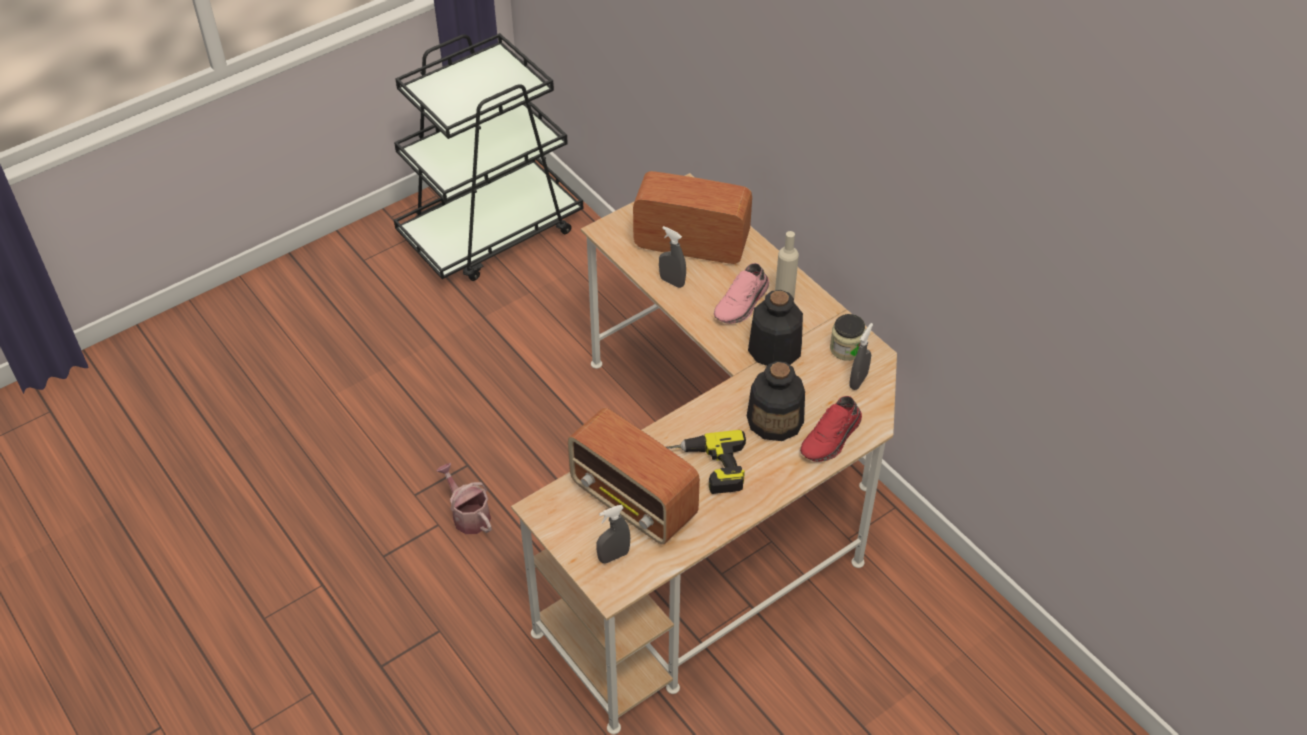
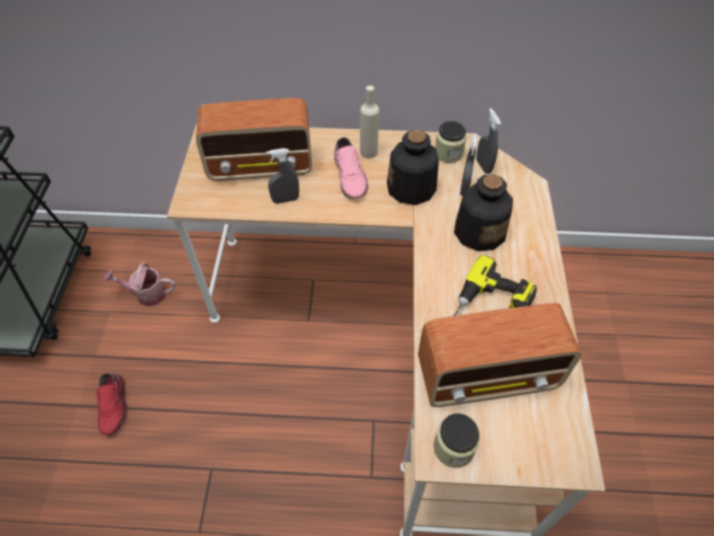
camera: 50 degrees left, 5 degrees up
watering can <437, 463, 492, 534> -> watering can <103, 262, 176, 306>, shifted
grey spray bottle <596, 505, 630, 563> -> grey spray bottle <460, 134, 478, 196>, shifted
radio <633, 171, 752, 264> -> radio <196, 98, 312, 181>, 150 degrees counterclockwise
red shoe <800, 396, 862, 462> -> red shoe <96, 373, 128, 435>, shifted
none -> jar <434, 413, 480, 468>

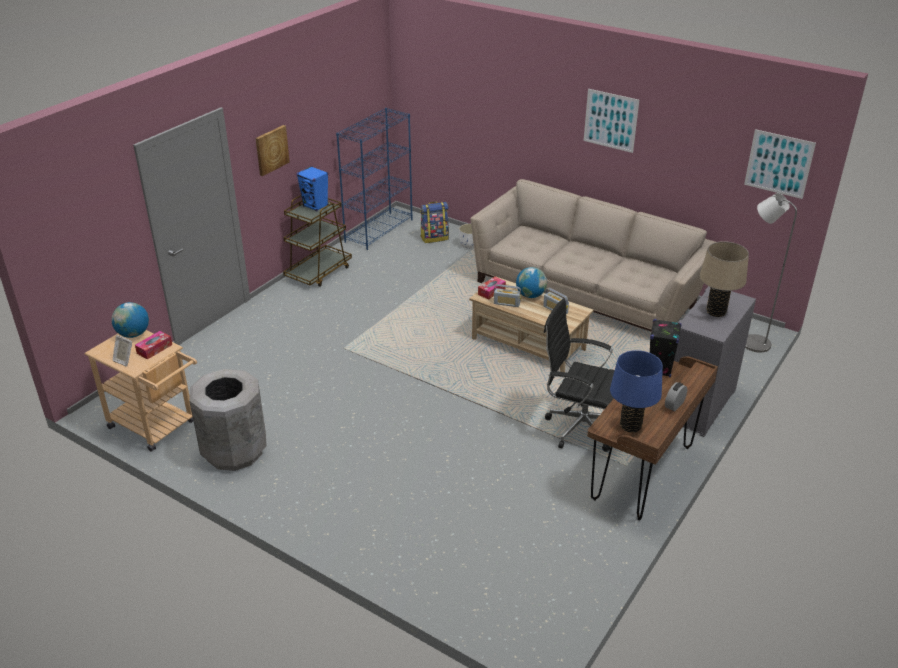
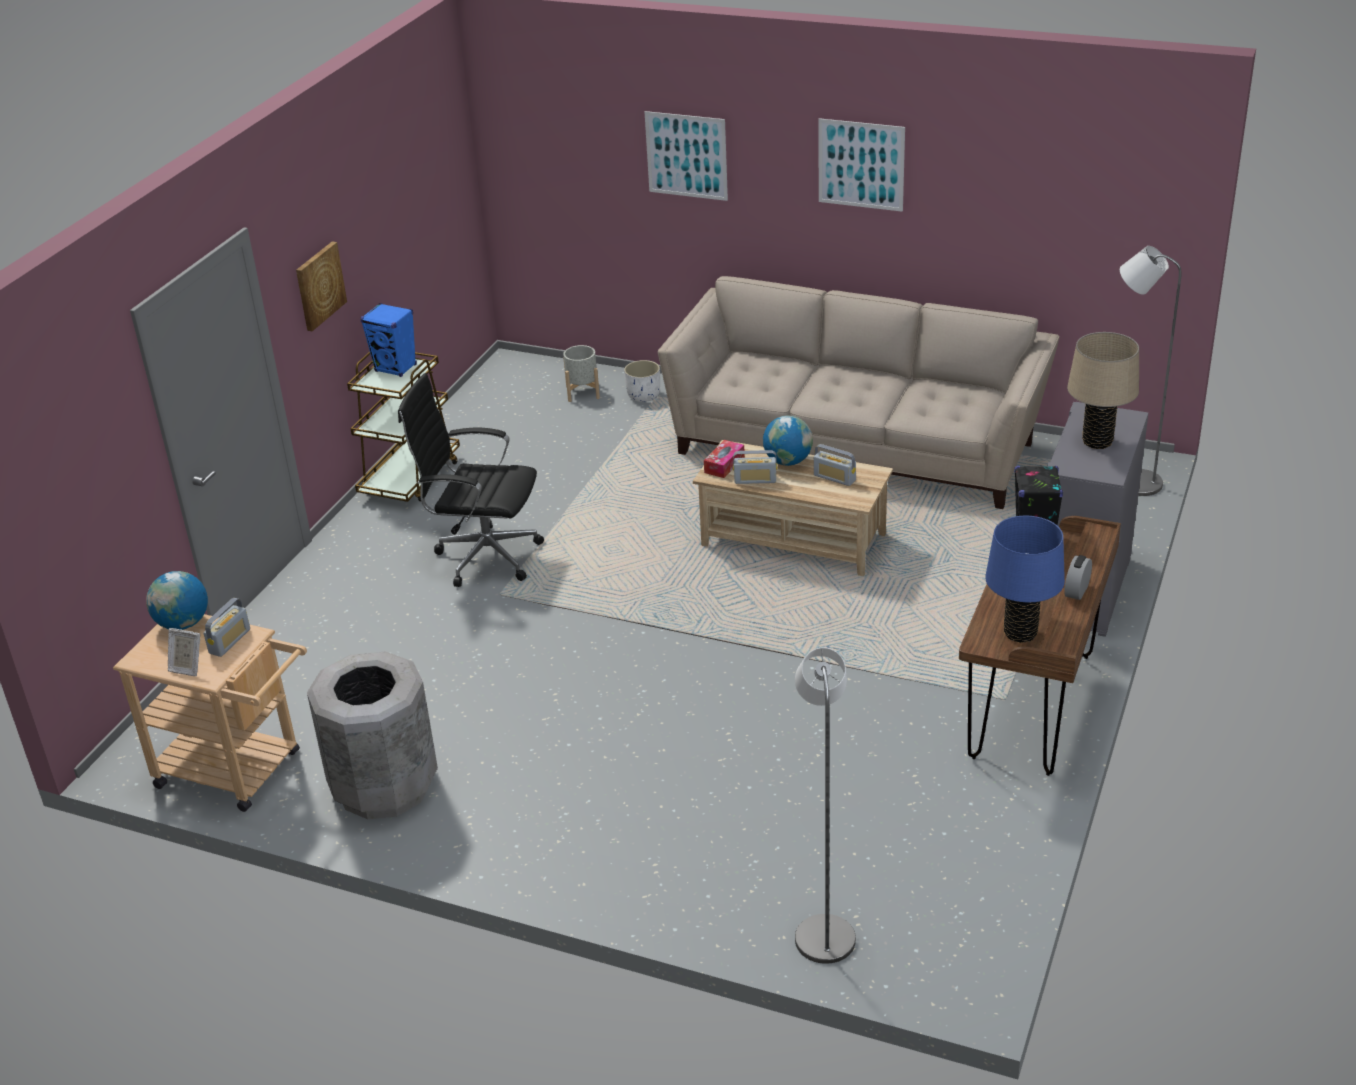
camera: 10 degrees left, 0 degrees up
tissue box <135, 331, 172, 360> -> radio <204, 598, 250, 657>
blue bookcase <336, 108, 413, 250> -> none
backpack <421, 202, 449, 243> -> grey planter <563, 345, 600, 402>
black office chair <544, 298, 615, 452> -> black office chair <398, 373, 544, 587>, shifted
picture <744, 129, 816, 199> -> picture <645, 111, 728, 201>, shifted
none -> grey floor lamp <795, 647, 856, 964>

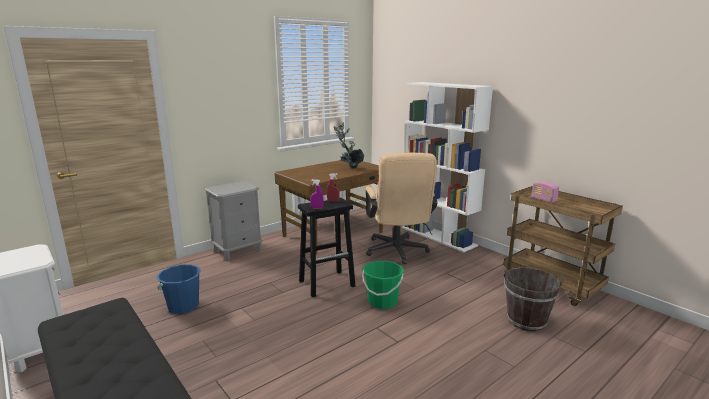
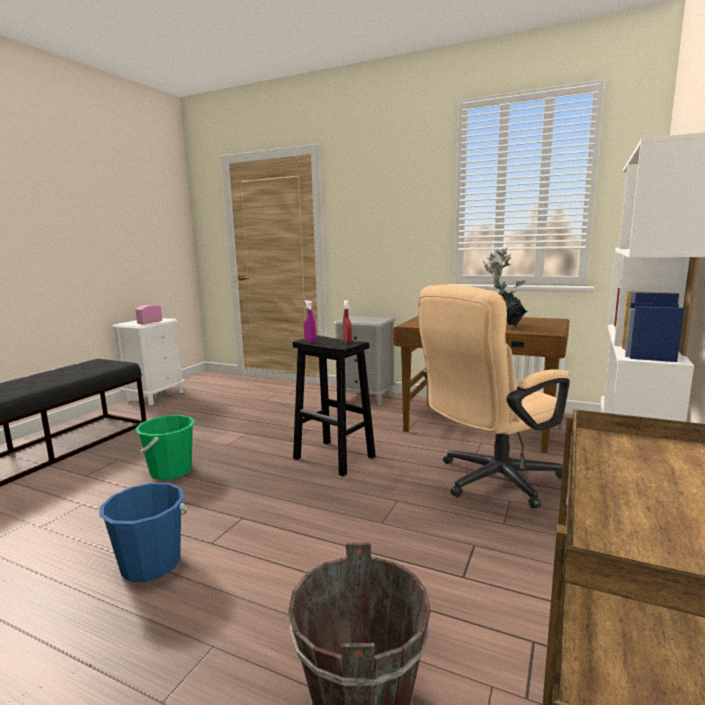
camera: 65 degrees right, 5 degrees down
blue bucket <157, 265, 201, 314> -> blue bucket <99, 483, 188, 582>, shifted
green bucket <362, 261, 404, 309> -> green bucket <135, 415, 195, 480>, shifted
radio <532, 182, 559, 202> -> radio <135, 305, 162, 325>, shifted

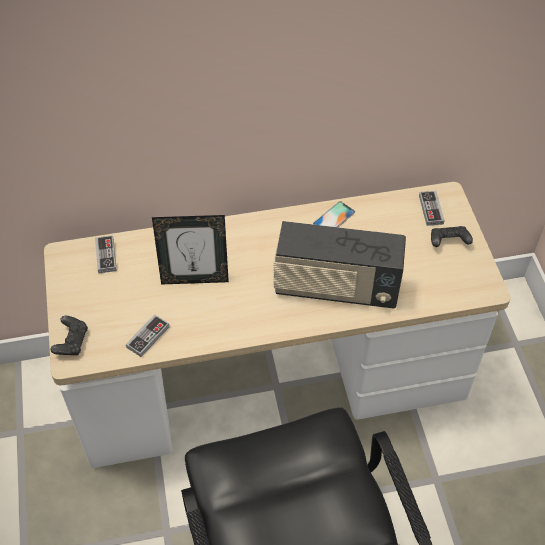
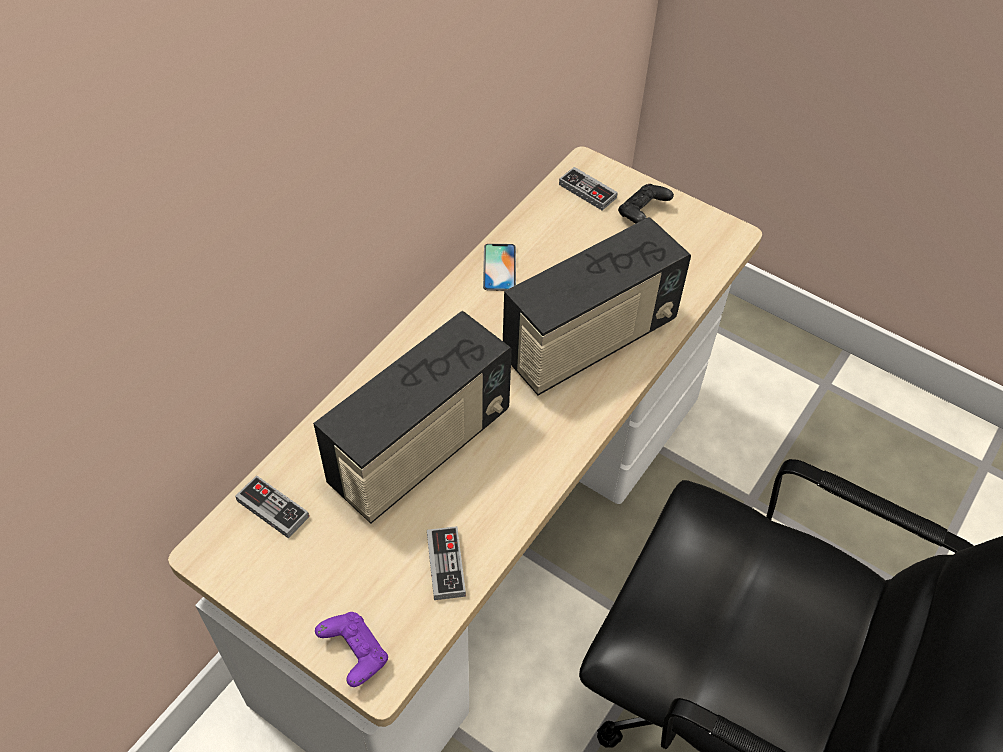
camera: 45 degrees left, 0 degrees up
black game controller <50, 316, 88, 355> -> purple game controller <315, 612, 388, 687>
picture frame <152, 215, 229, 285> -> radio <313, 311, 512, 523>

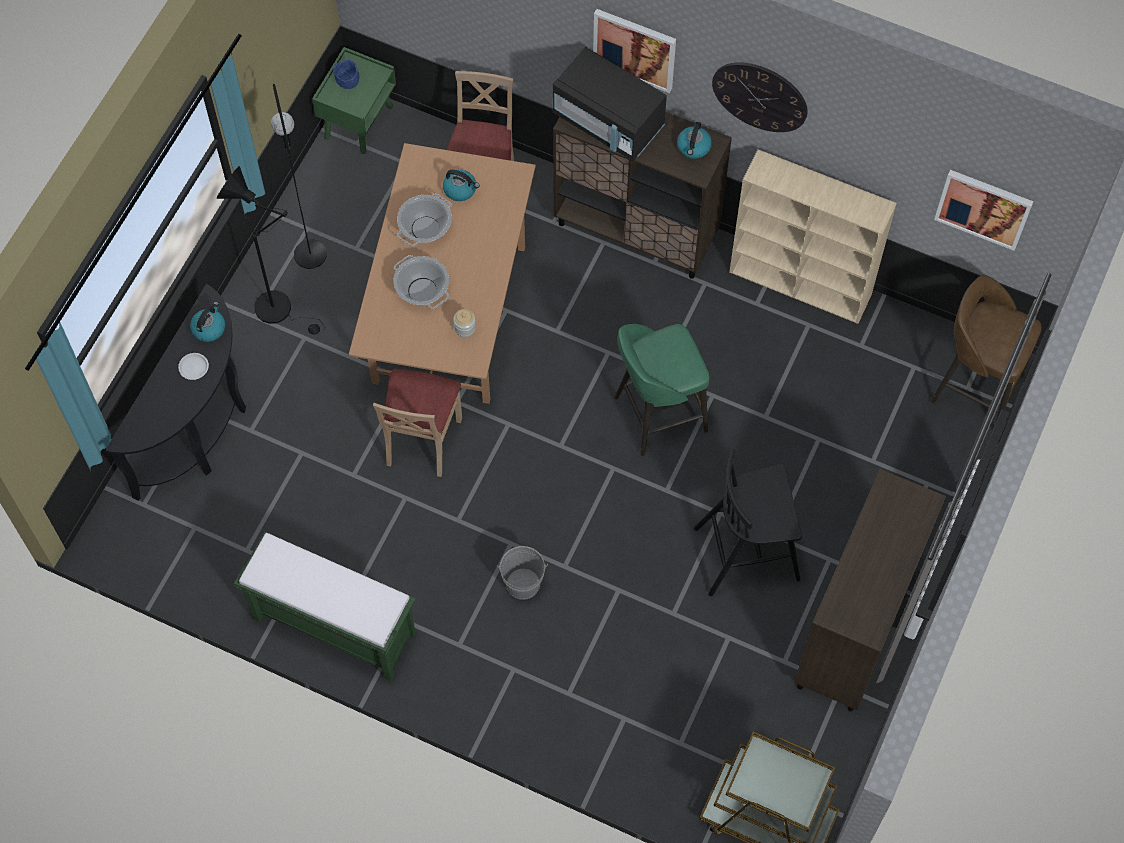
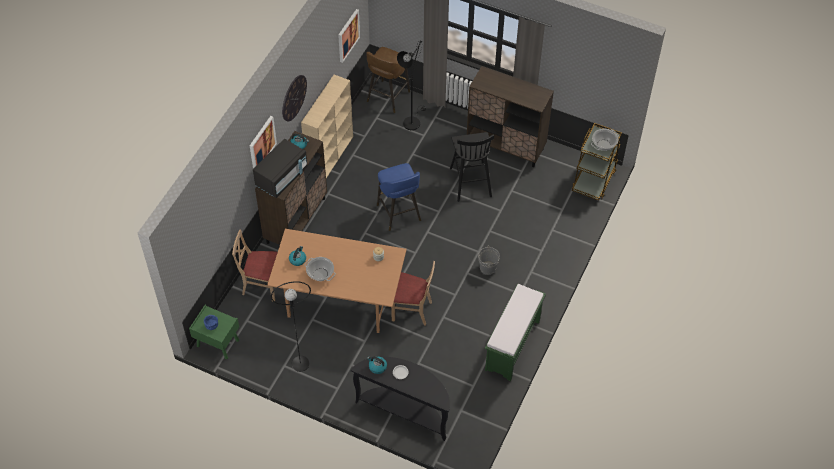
camera: 90 degrees left, 10 degrees down
black floor lamp <217, 166, 324, 334> -> black floor lamp <397, 40, 426, 130>, shifted
cooking pot <393, 255, 449, 309> -> cooking pot <591, 129, 619, 151>, shifted
green stool <614, 324, 709, 456> -> blue stool <377, 163, 421, 231>

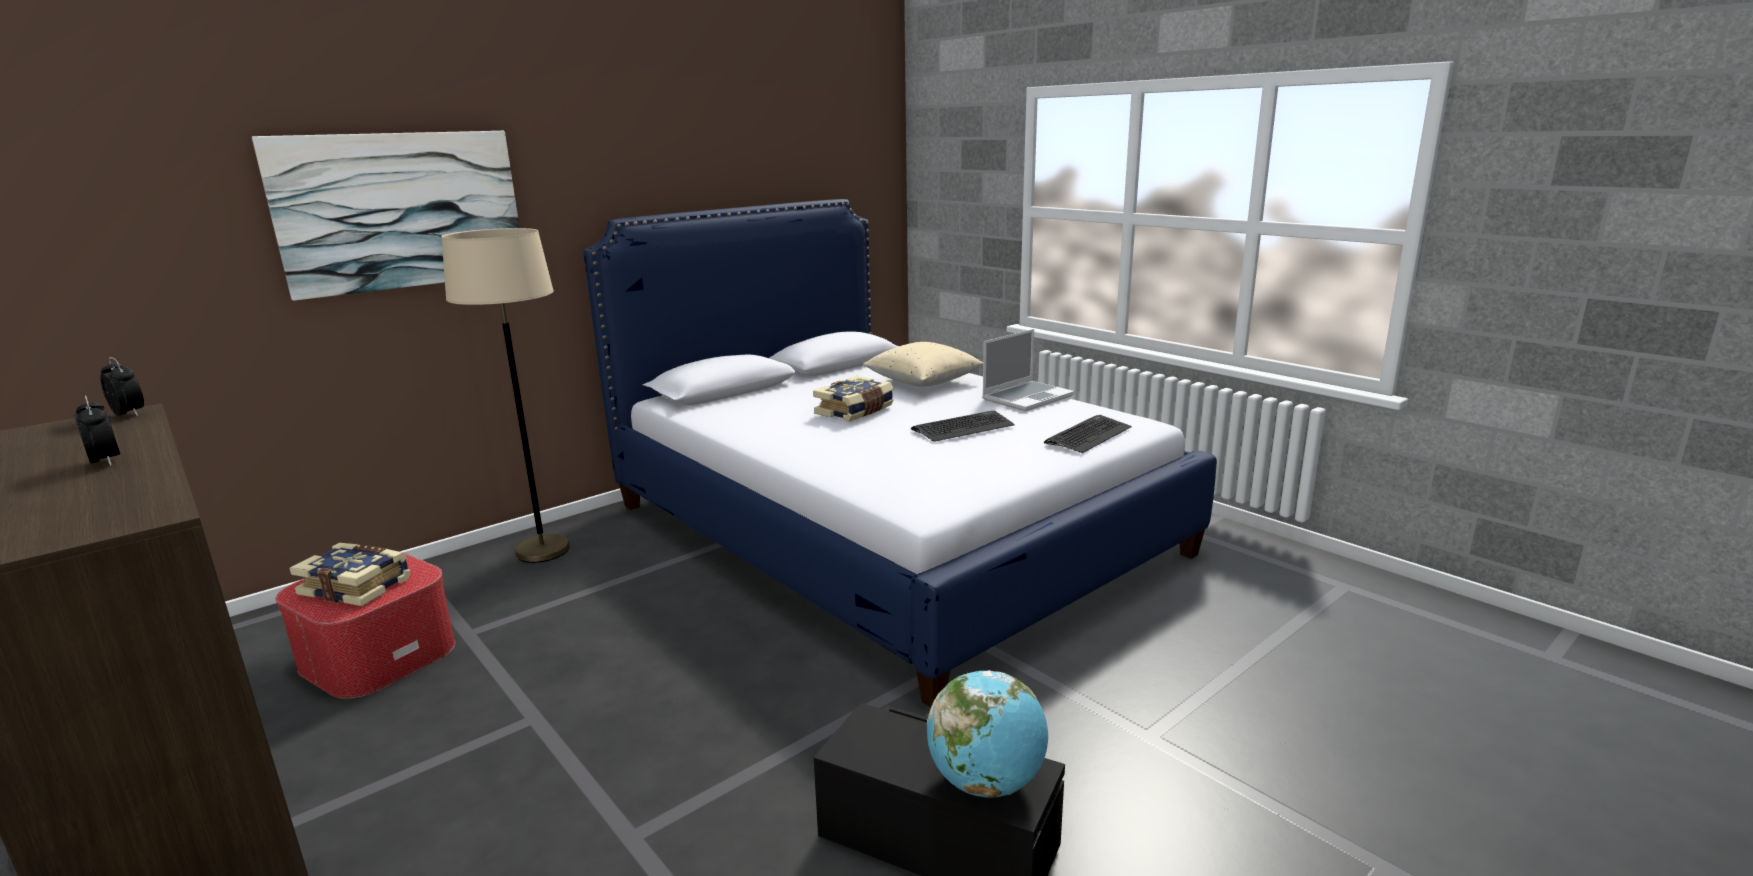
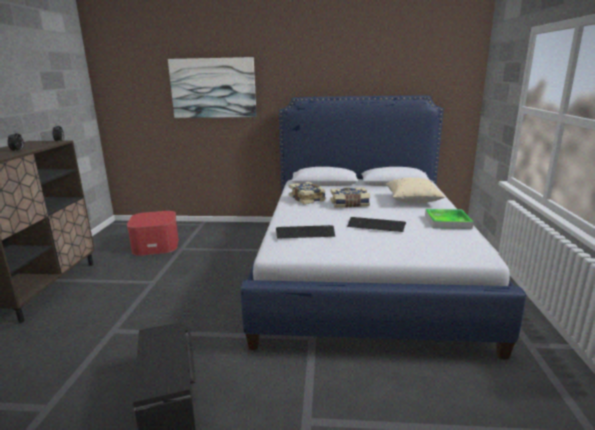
camera: 45 degrees right, 0 degrees up
book <289, 543, 410, 606> -> book <289, 182, 326, 204>, shifted
beige floor lamp <441, 228, 570, 563> -> none
globe <927, 670, 1048, 798> -> none
laptop <982, 329, 1074, 411> -> tray <425, 209, 473, 229>
keyboard <1044, 415, 1132, 453> -> keyboard <276, 225, 335, 239>, shifted

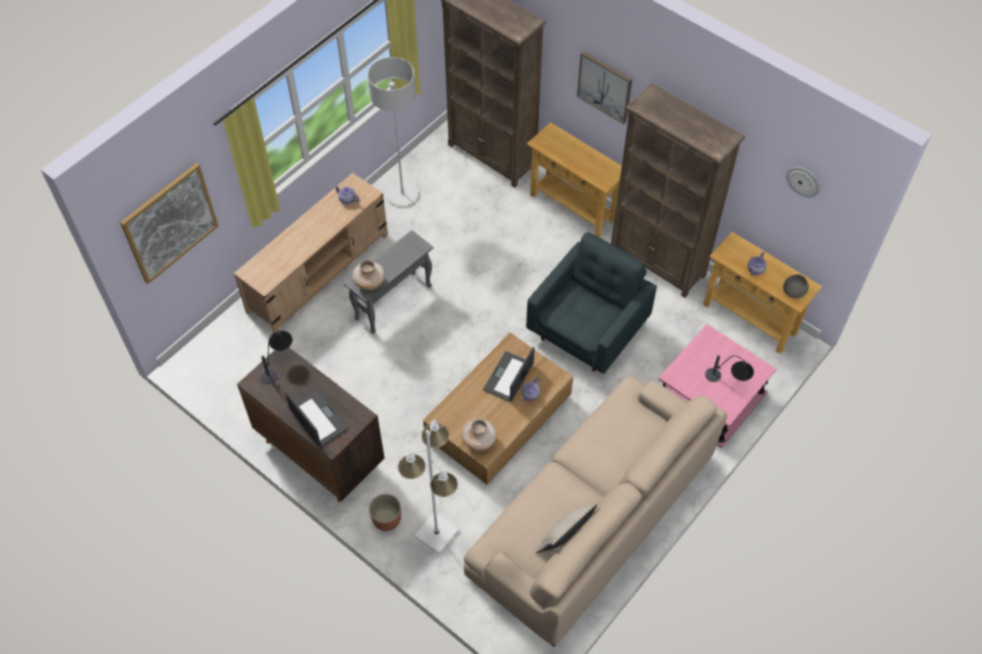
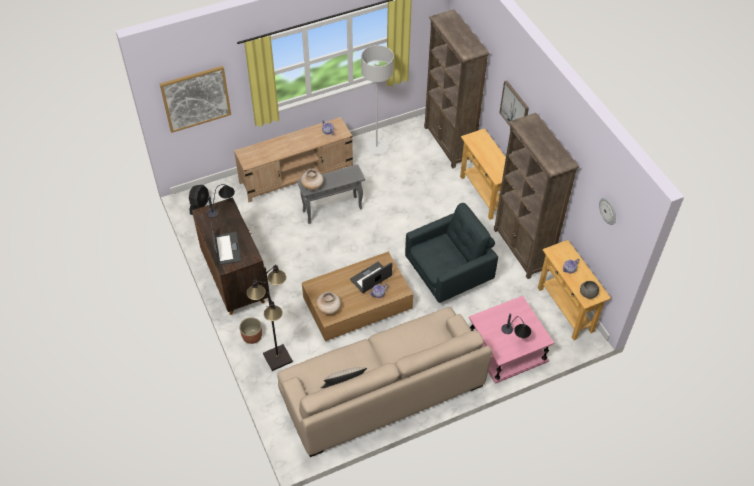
camera: 25 degrees right, 5 degrees down
white floor lamp <398, 420, 459, 555> -> black floor lamp <247, 265, 293, 371>
none -> black fan <189, 185, 209, 215>

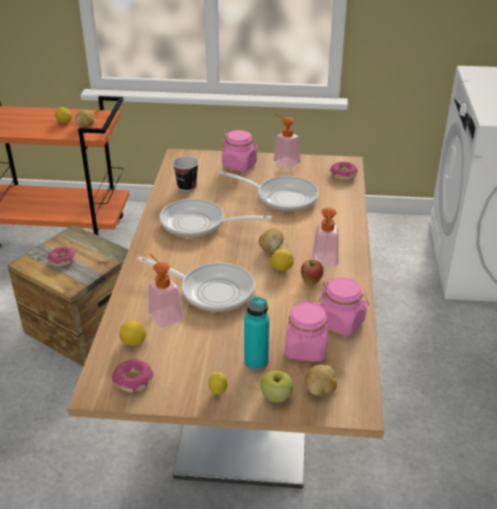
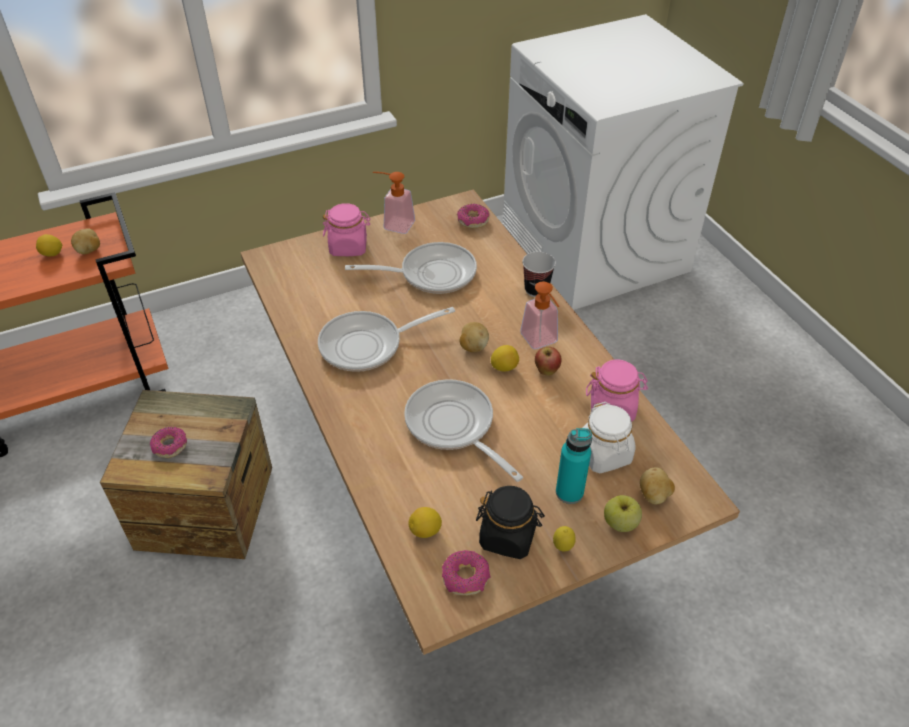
camera: 30 degrees left, 10 degrees up
frying pan <137, 256, 255, 312> -> frying pan <404, 379, 523, 482>, 120 degrees counterclockwise
soap dispenser <148, 253, 183, 328> -> none
cup <173, 156, 199, 192> -> cup <522, 252, 556, 297>, shifted
pink jar <285, 300, 328, 362> -> white jar <582, 402, 636, 473>
none -> black jar <476, 486, 545, 559>

